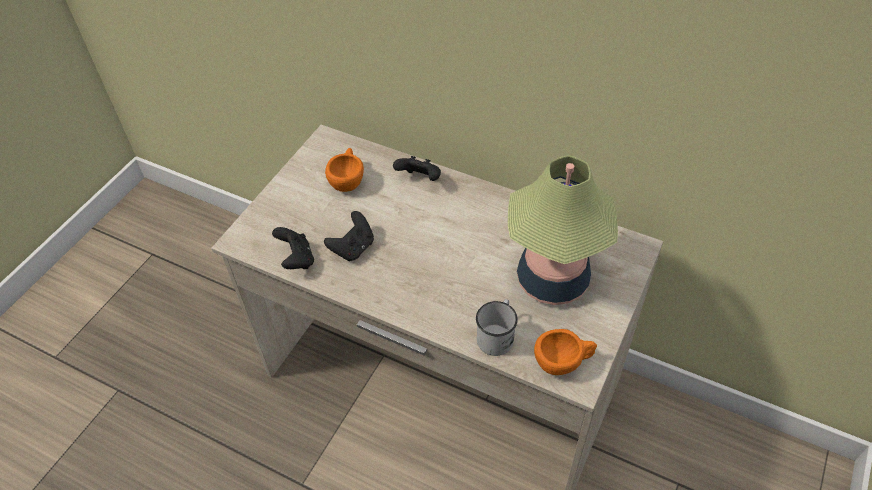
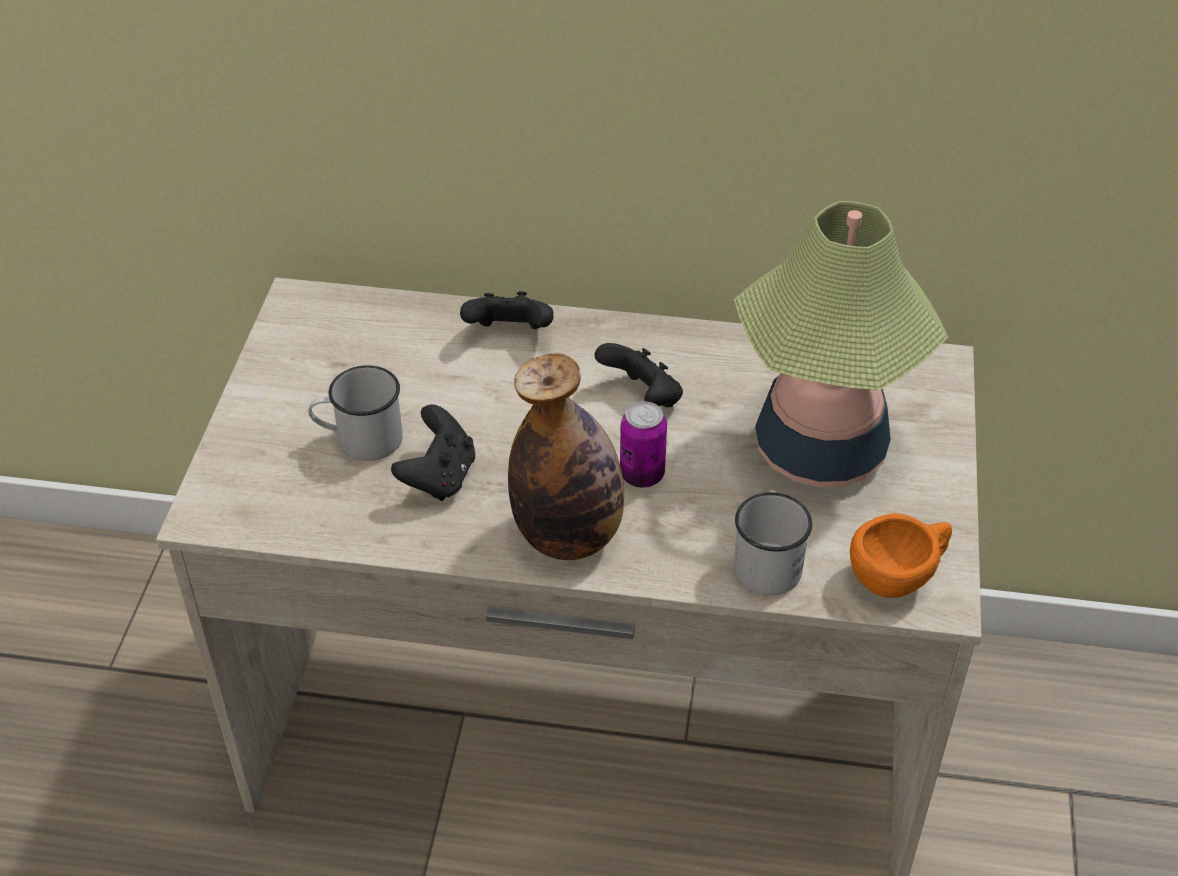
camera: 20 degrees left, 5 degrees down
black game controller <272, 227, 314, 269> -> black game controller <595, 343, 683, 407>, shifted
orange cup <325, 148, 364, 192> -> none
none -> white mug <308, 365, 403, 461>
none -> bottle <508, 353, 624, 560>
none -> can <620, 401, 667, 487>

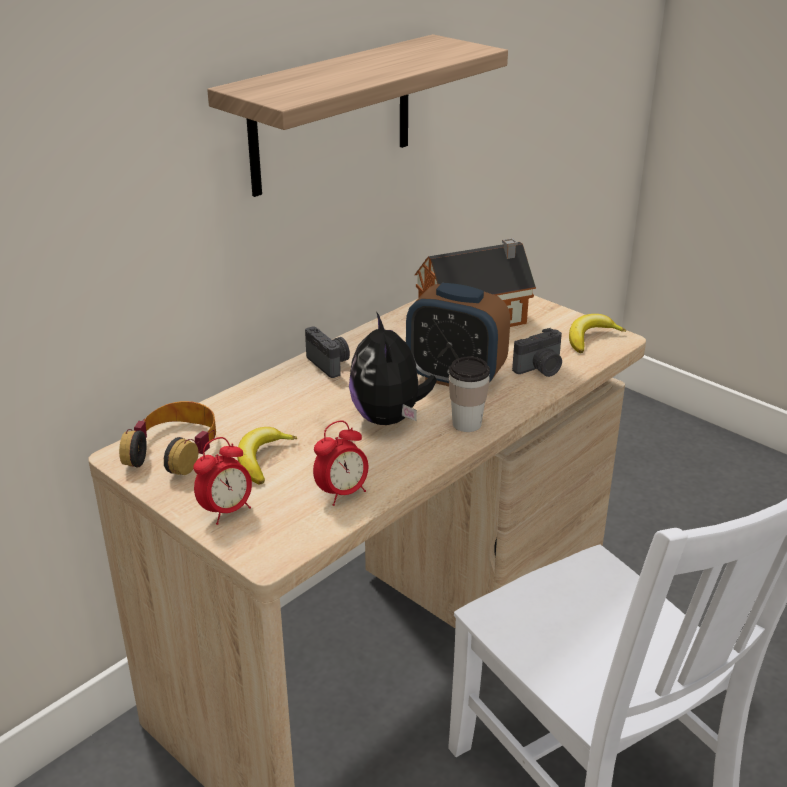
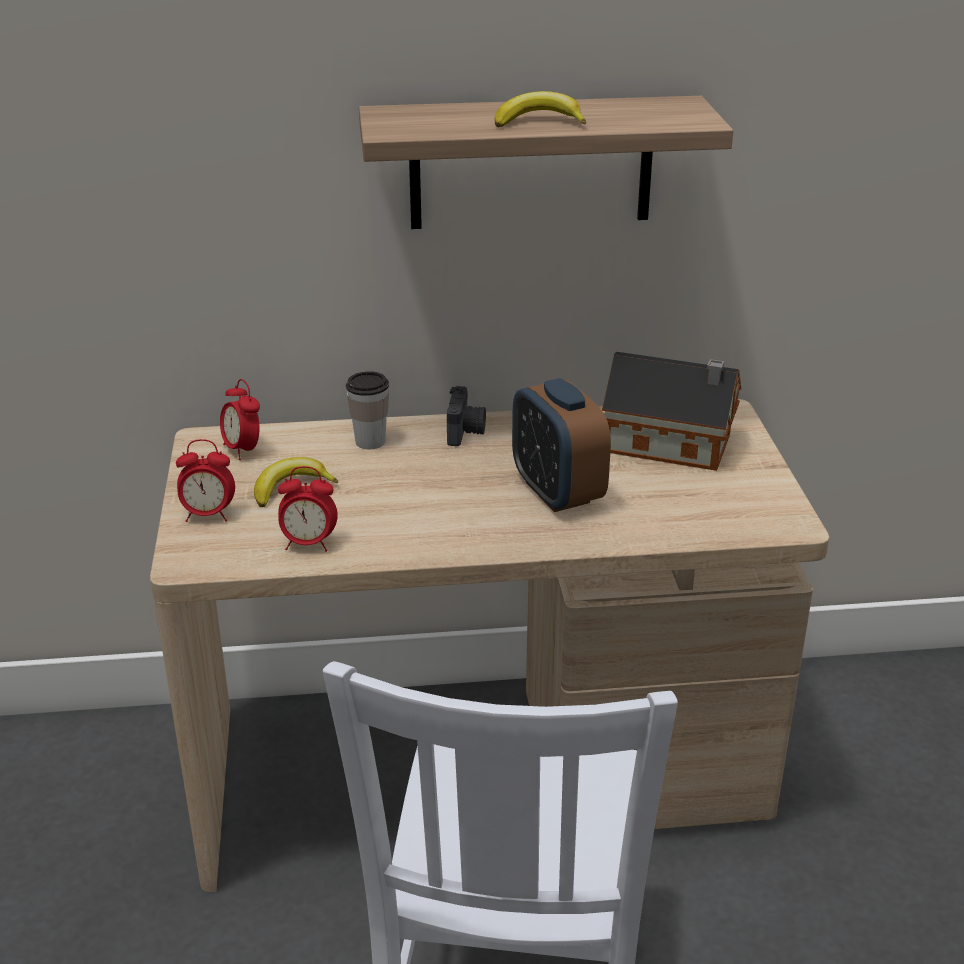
camera: 40 degrees right, 0 degrees up
headphones <119, 401, 216, 475> -> alarm clock <220, 379, 260, 460>
plush toy <349, 313, 436, 425> -> none
cup <449, 357, 490, 432> -> cup <346, 371, 389, 449>, shifted
photo camera <512, 328, 562, 377> -> none
banana <569, 314, 626, 353> -> banana <495, 91, 587, 128>, shifted

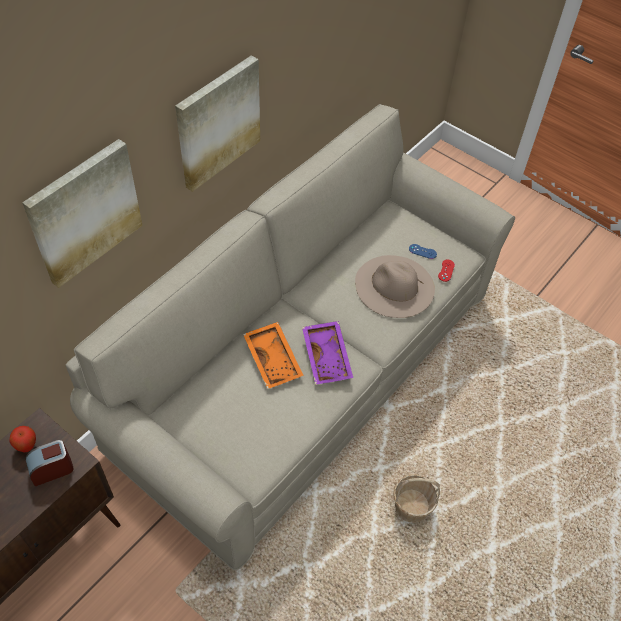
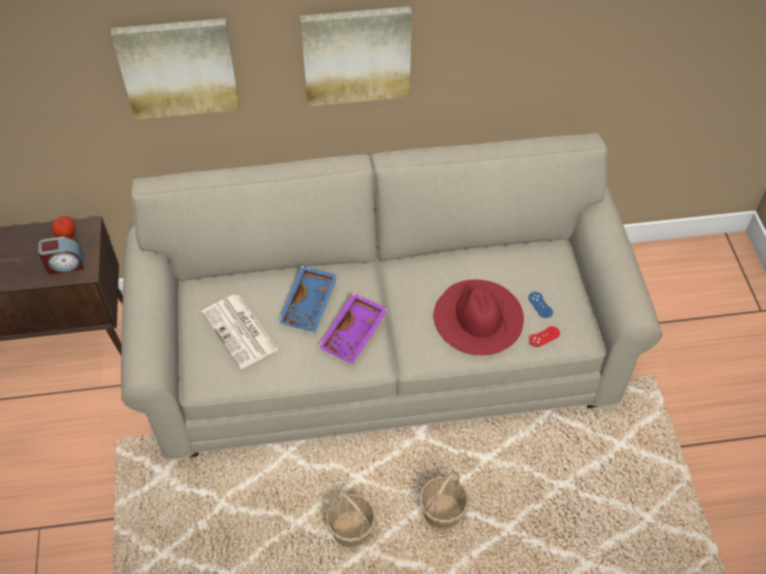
camera: 45 degrees right, 0 degrees up
alarm clock <25, 440, 74, 486> -> alarm clock <38, 237, 84, 274>, 150 degrees clockwise
orange tray <243, 322, 304, 389> -> blue tray <277, 266, 338, 332>
beige hat <355, 255, 435, 318> -> red hat <434, 280, 524, 355>
none -> newspaper <201, 295, 278, 369>
none -> basket <419, 470, 469, 530>

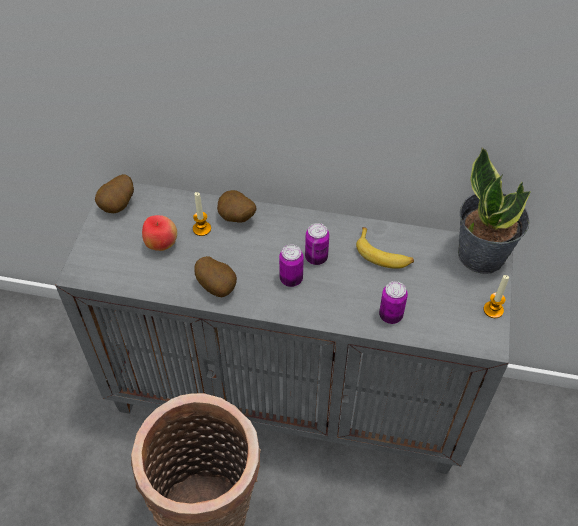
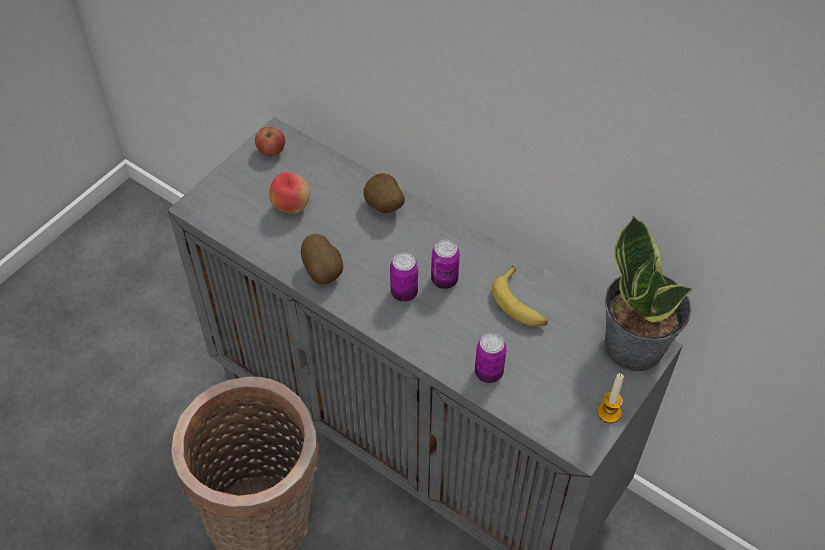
camera: 25 degrees right, 0 degrees up
potato <95, 174, 134, 213> -> apple <255, 127, 285, 157>
candle <193, 192, 211, 236> -> none

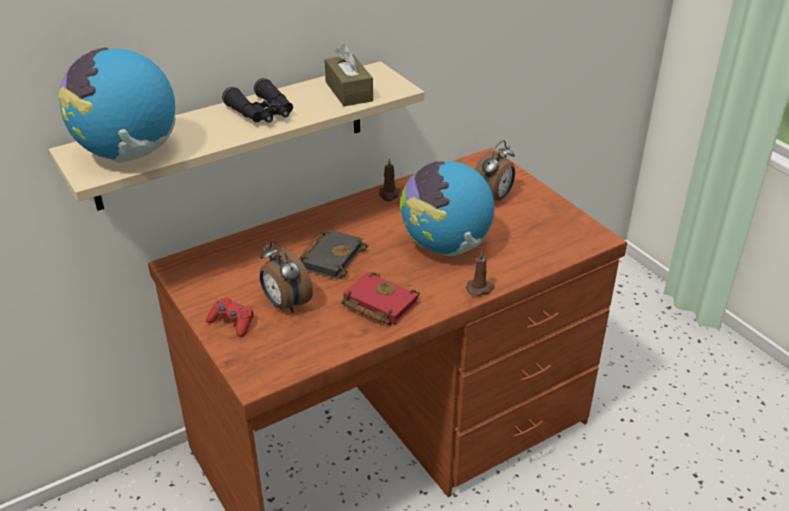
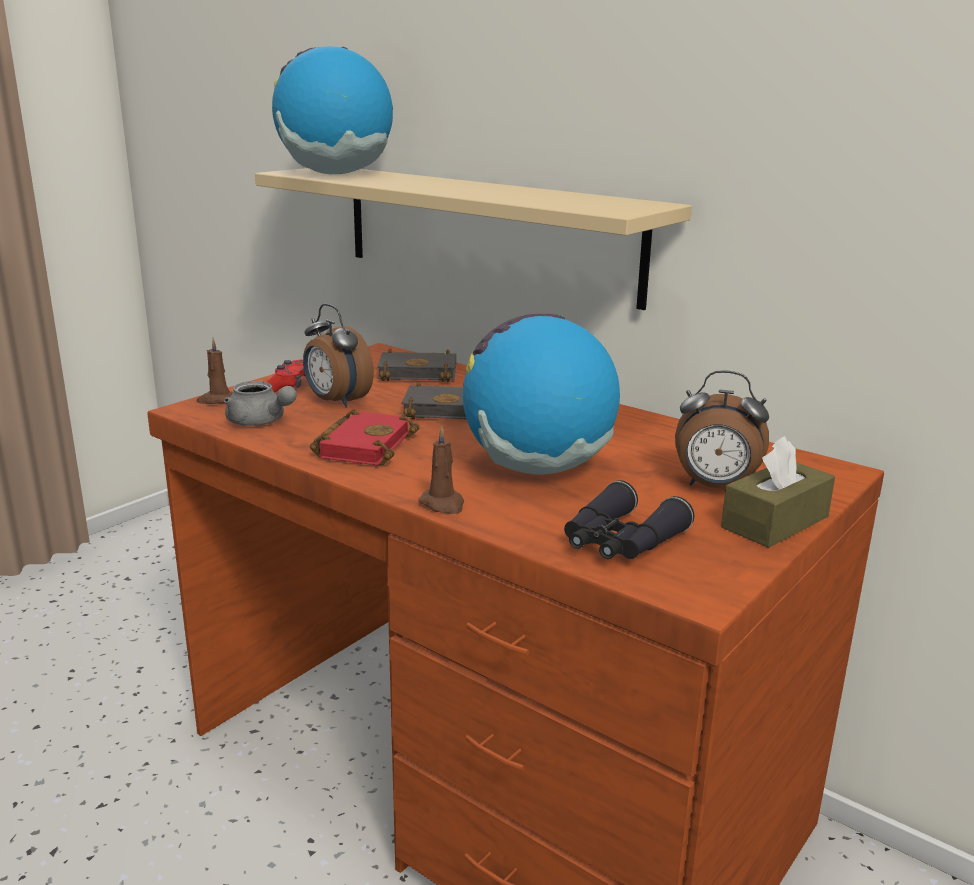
camera: 70 degrees right, 15 degrees down
black binoculars <222, 78, 293, 123> -> black binoculars <564, 480, 694, 559>, shifted
alarm clock <260, 241, 313, 313> -> alarm clock <303, 304, 374, 408>, 75 degrees counterclockwise
brown tissue box <324, 44, 373, 106> -> brown tissue box <721, 436, 835, 548>, shifted
brown candle <379, 158, 401, 201> -> brown candle <196, 338, 233, 404>, shifted
none -> grey teapot <224, 381, 297, 426>
none -> black book <377, 349, 456, 382>

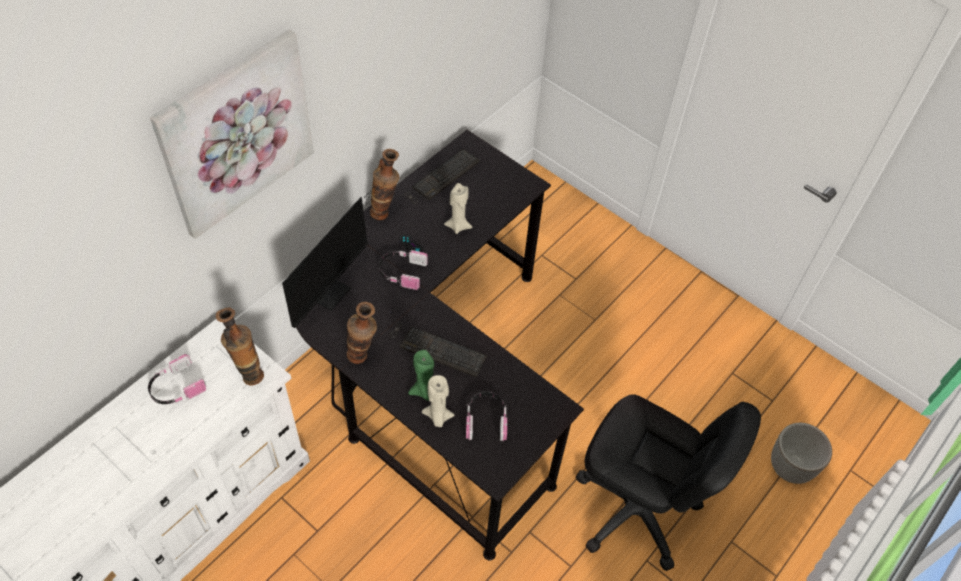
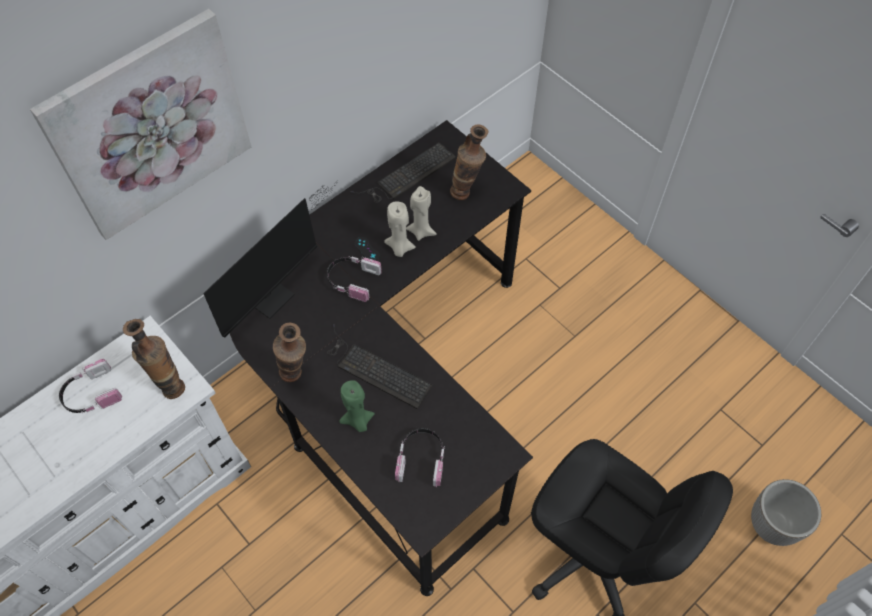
camera: 10 degrees right, 5 degrees up
vase <370, 149, 399, 220> -> vase <450, 125, 489, 200>, shifted
beige candle <422, 375, 455, 427> -> beige candle <384, 201, 416, 257>, shifted

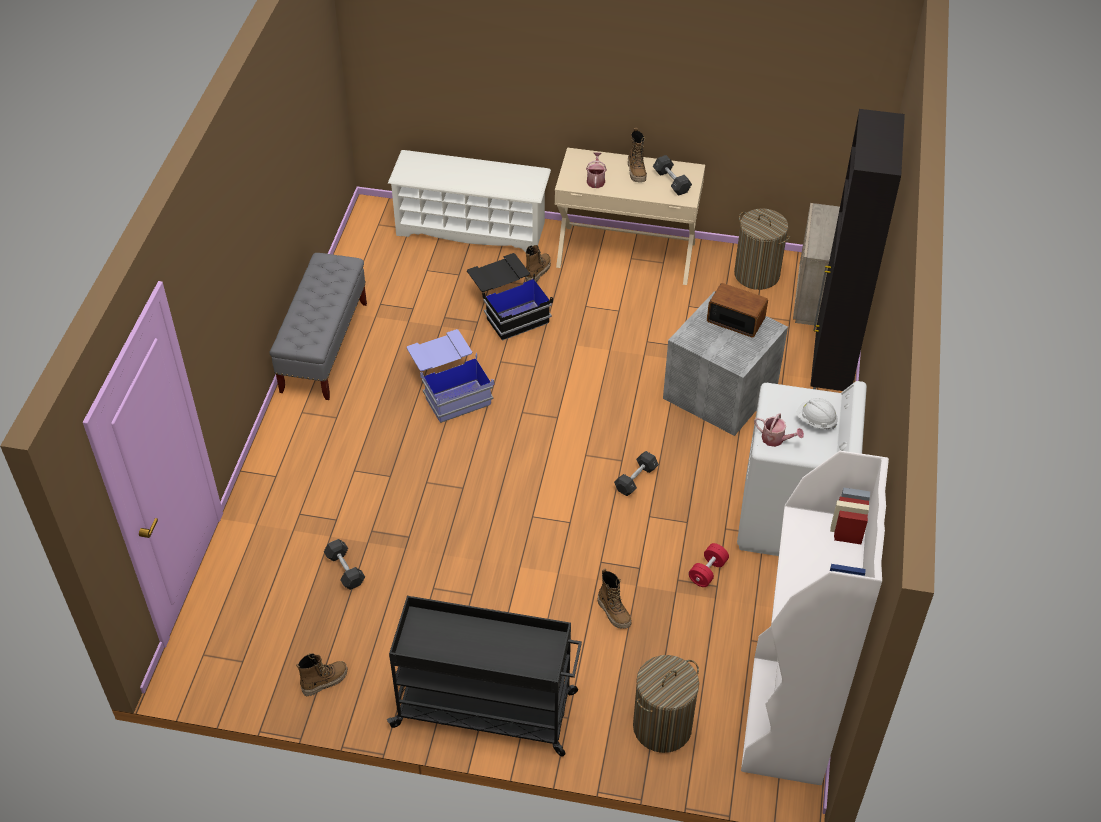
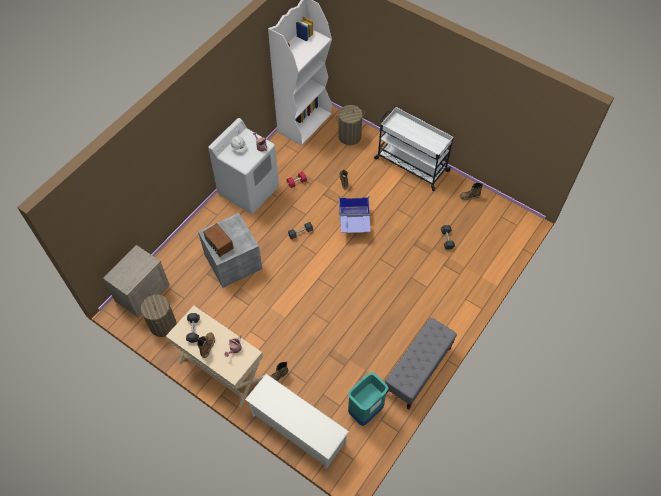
camera: 155 degrees left, 10 degrees up
black cart <387, 596, 582, 757> -> white cart <374, 107, 454, 191>
blue storage box <406, 329, 494, 423> -> blue storage box <339, 195, 371, 233>, shifted
black storage box <467, 253, 553, 341> -> none
black cabinet <810, 109, 905, 391> -> none
none -> turquoise trash can <348, 372, 388, 426>

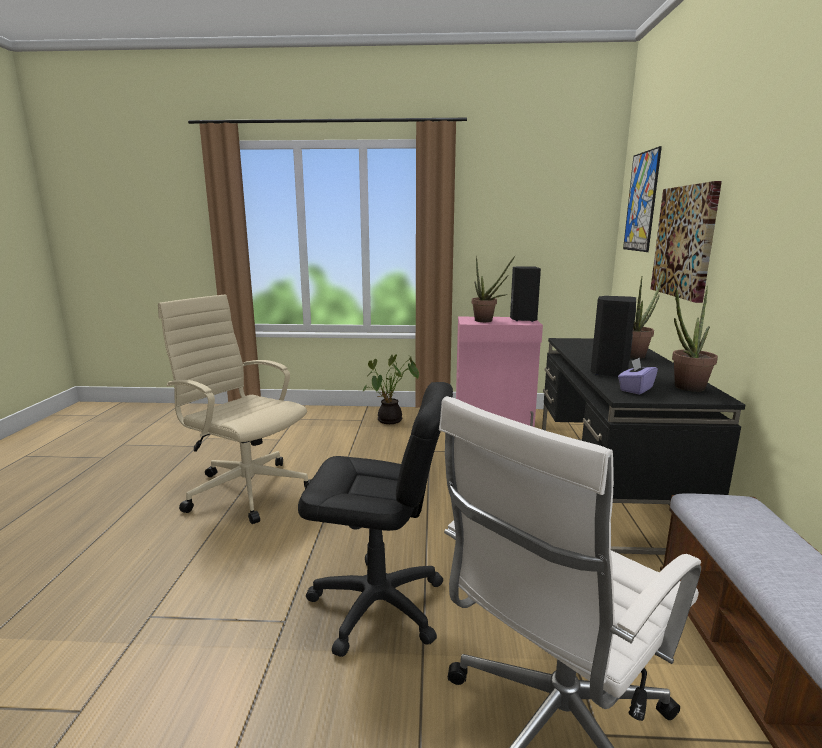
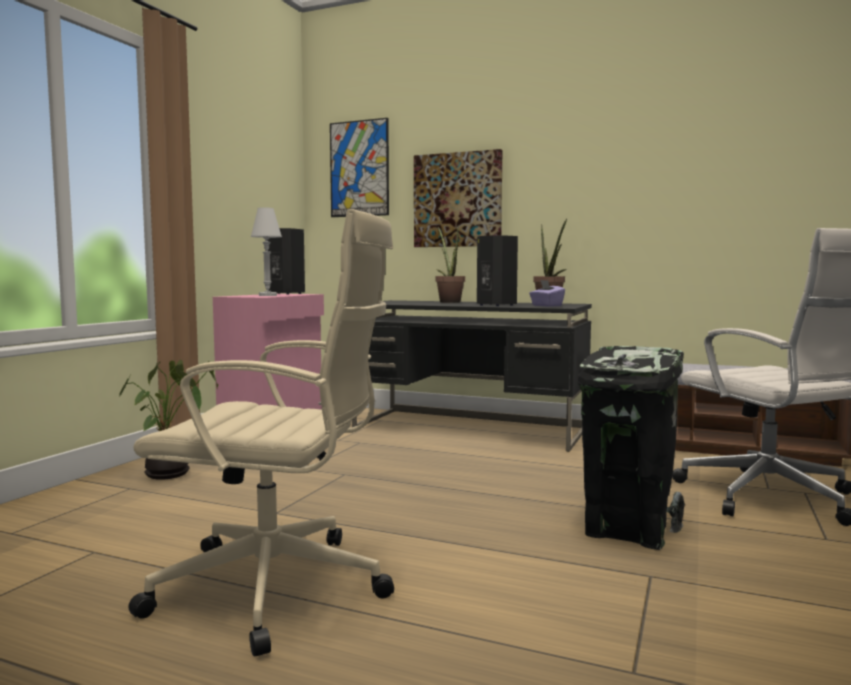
camera: 70 degrees left, 10 degrees down
beige office chair <158, 294, 311, 524> -> beige office chair <128, 209, 394, 657>, 135 degrees counterclockwise
black office chair <298, 382, 453, 657> -> black trash can <577, 346, 685, 550>
potted plant <472, 256, 515, 322> -> white table lamp <251, 207, 282, 296>

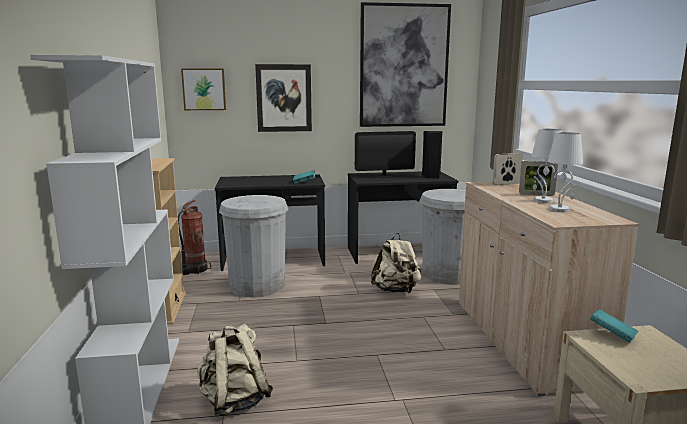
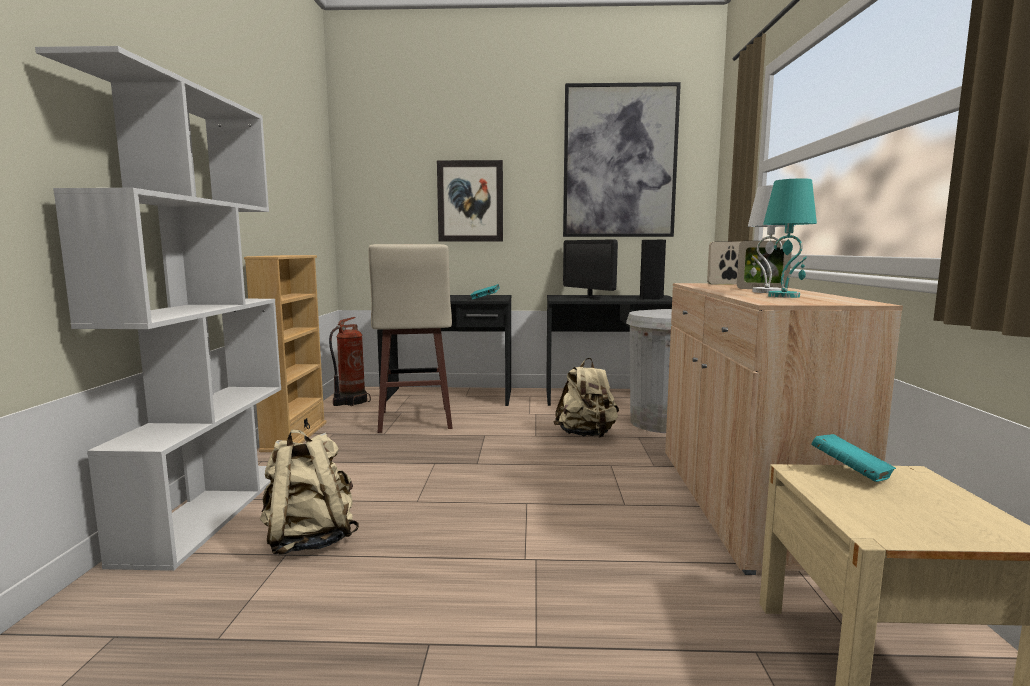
camera: 10 degrees right, 5 degrees down
picture <181, 68, 226, 110> -> none
white trash can <219, 195, 288, 298> -> beige stool <368, 244, 453, 433>
monitor <355, 131, 416, 178> -> monitor <563, 240, 618, 298>, 60 degrees clockwise
white table lamp <547, 132, 583, 212> -> turquoise table lamp <763, 178, 817, 298>

